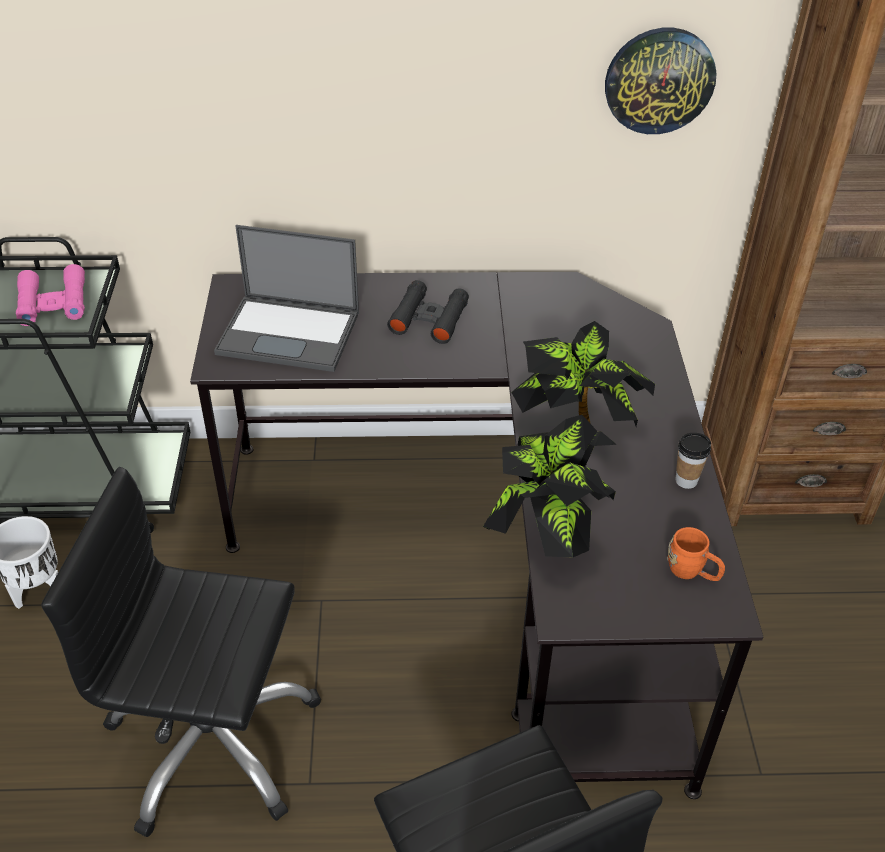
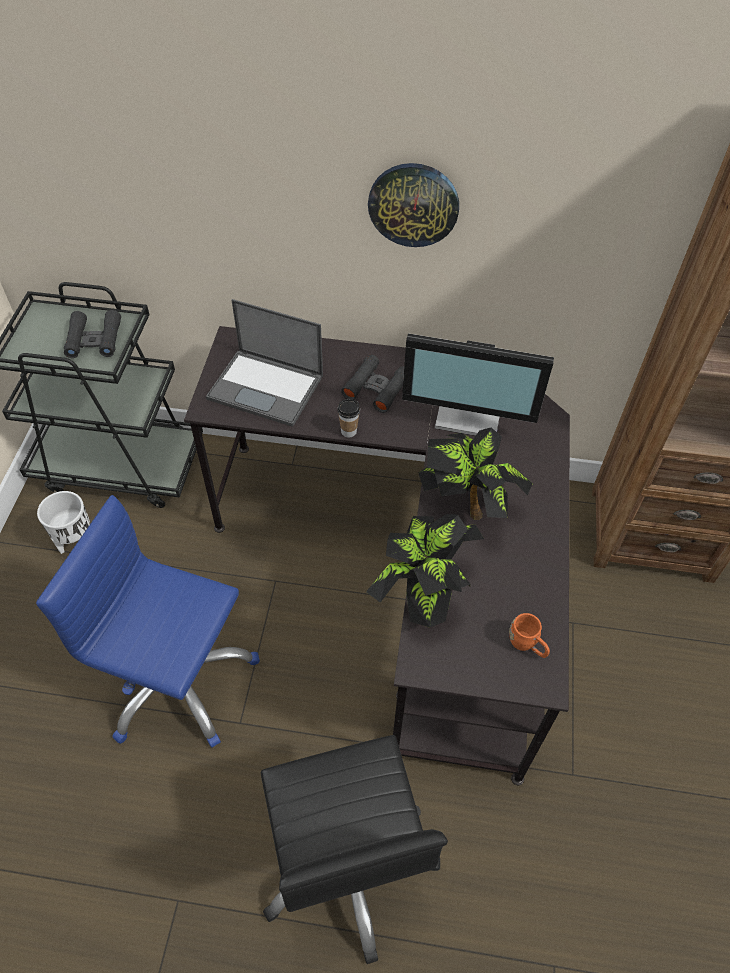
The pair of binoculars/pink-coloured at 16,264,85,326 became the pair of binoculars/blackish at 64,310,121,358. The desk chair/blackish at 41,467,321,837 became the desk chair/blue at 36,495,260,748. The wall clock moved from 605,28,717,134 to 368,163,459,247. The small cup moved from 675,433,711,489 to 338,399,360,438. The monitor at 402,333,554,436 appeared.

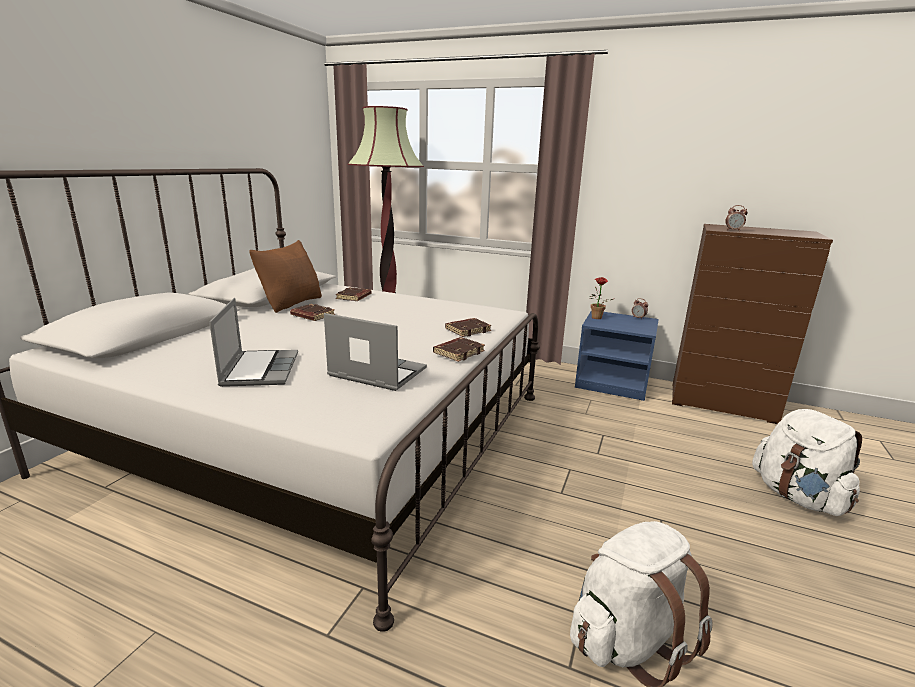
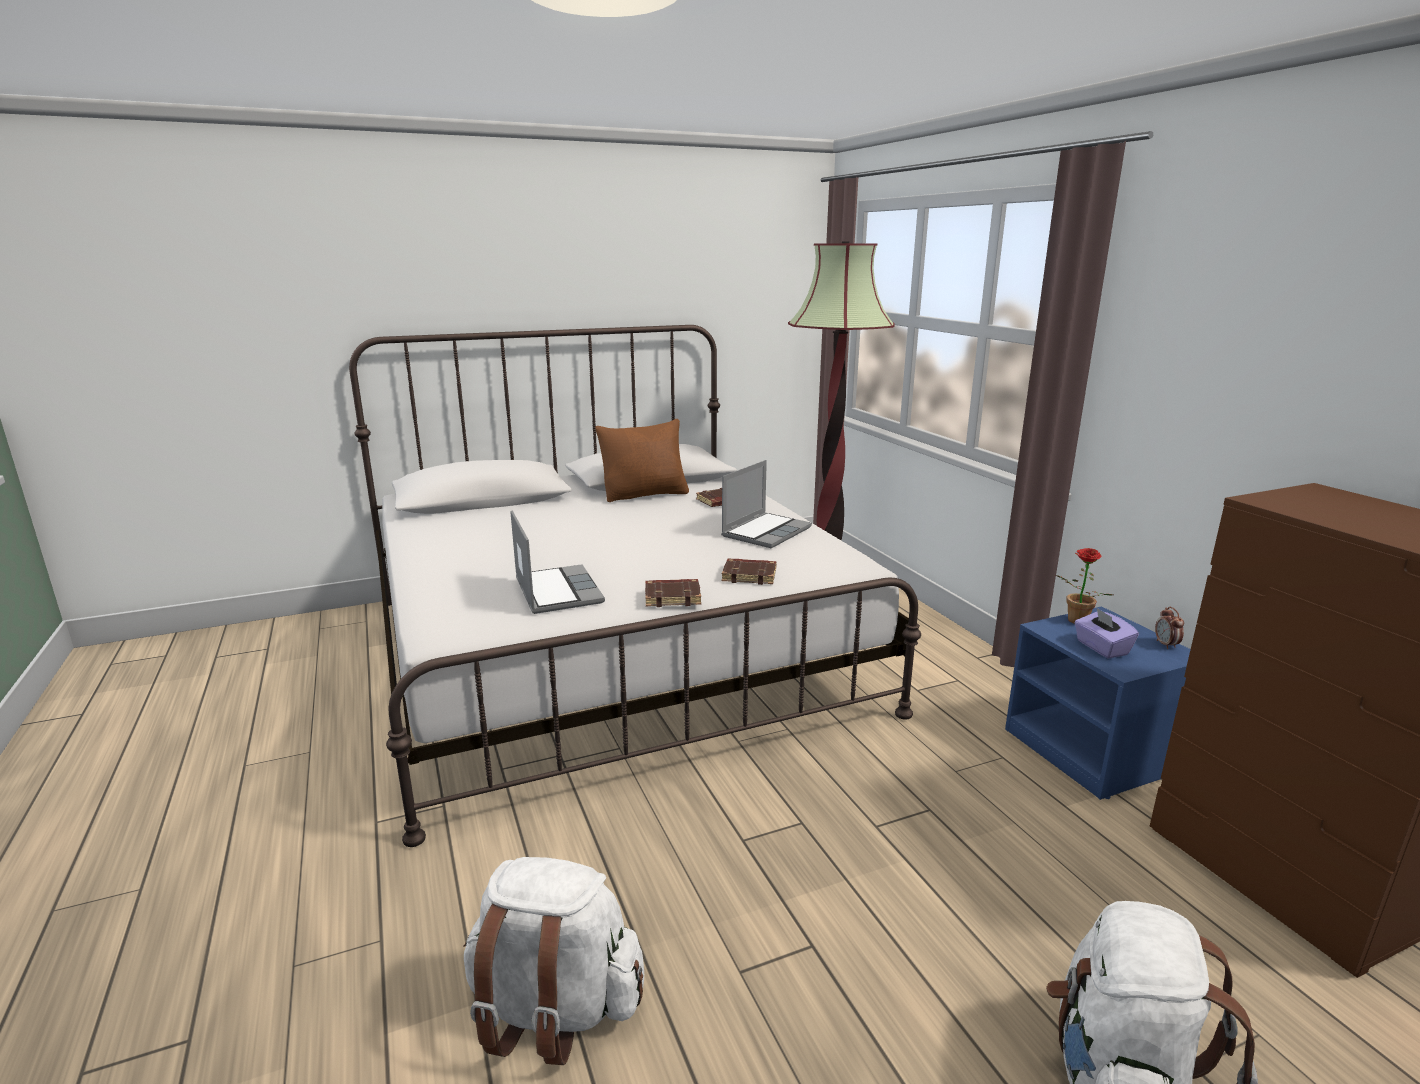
The laptop moved from 209,298,298,387 to 721,460,812,548. The volume/brown at 290,304,335,321 disappeared. The bedside clock at 725,205,748,231 disappeared. The tissue box/purple-coloured at 1074,607,1139,659 appeared.

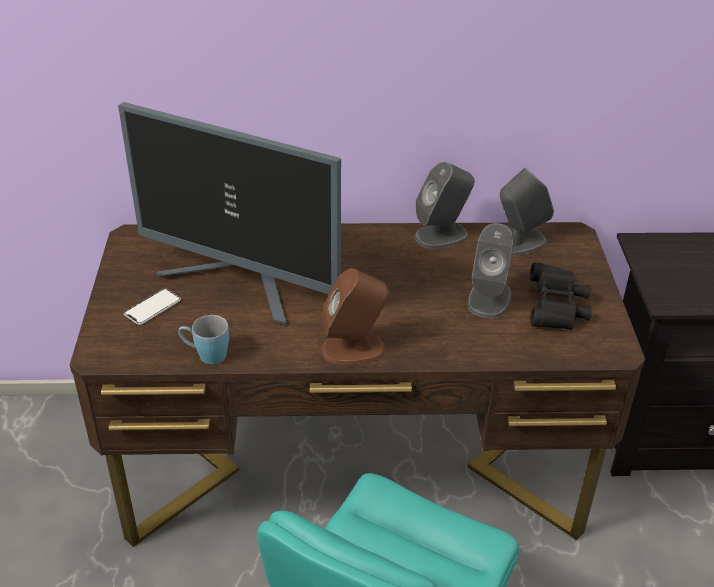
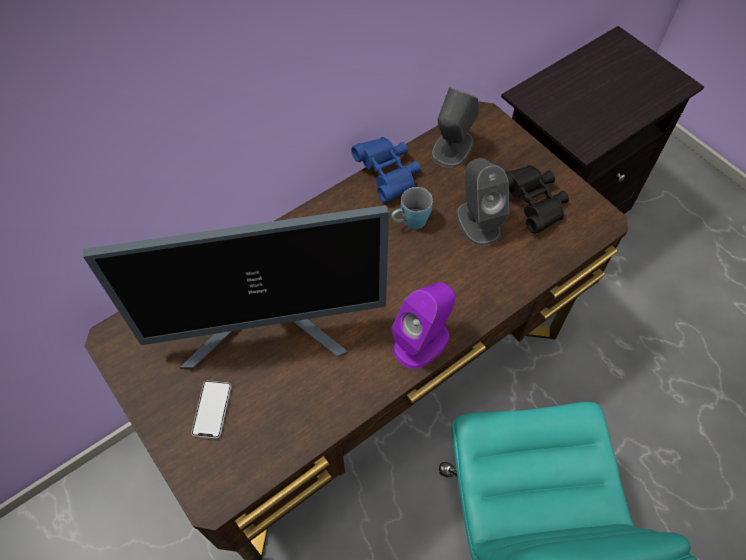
The tea mug/blue moved from 178,315,229,364 to 391,187,433,229. The loudspeaker/brown at 321,268,389,365 became the loudspeaker/purple-coloured at 392,282,455,369. The loudspeaker/greyish at 414,162,475,249 was replaced by the pair of binoculars/blue at 351,137,421,203.

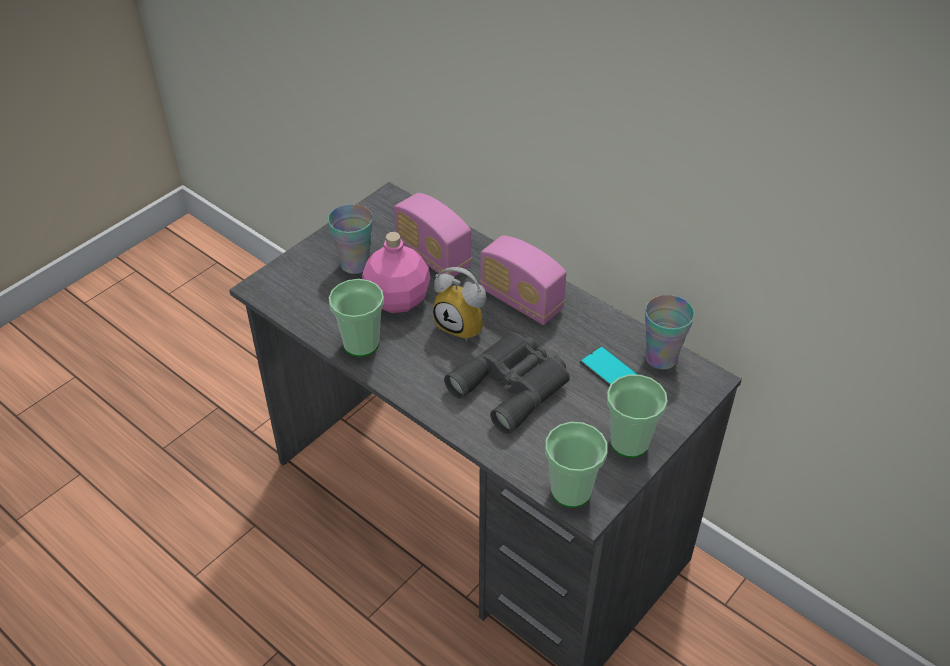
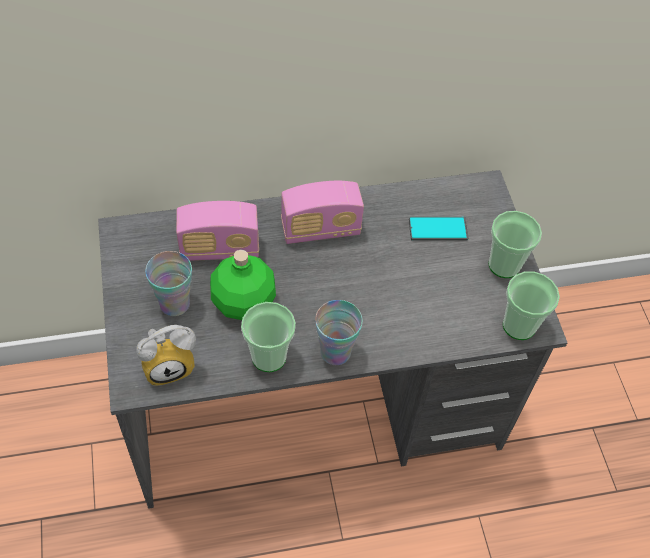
The drink bottle/pink-coloured at 362,232,431,313 became the drink bottle/green at 210,249,276,320. The bedside clock moved from 433,267,486,341 to 136,325,196,386. The pair of binoculars/greyish at 444,332,570,434 disappeared. The small cup moved from 645,295,695,369 to 315,300,363,365.

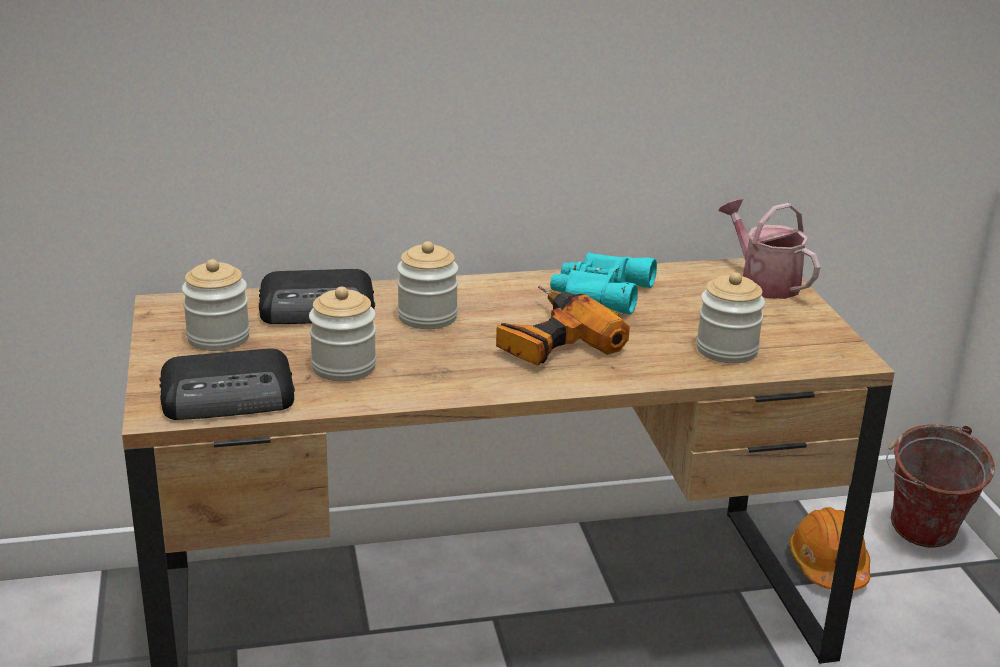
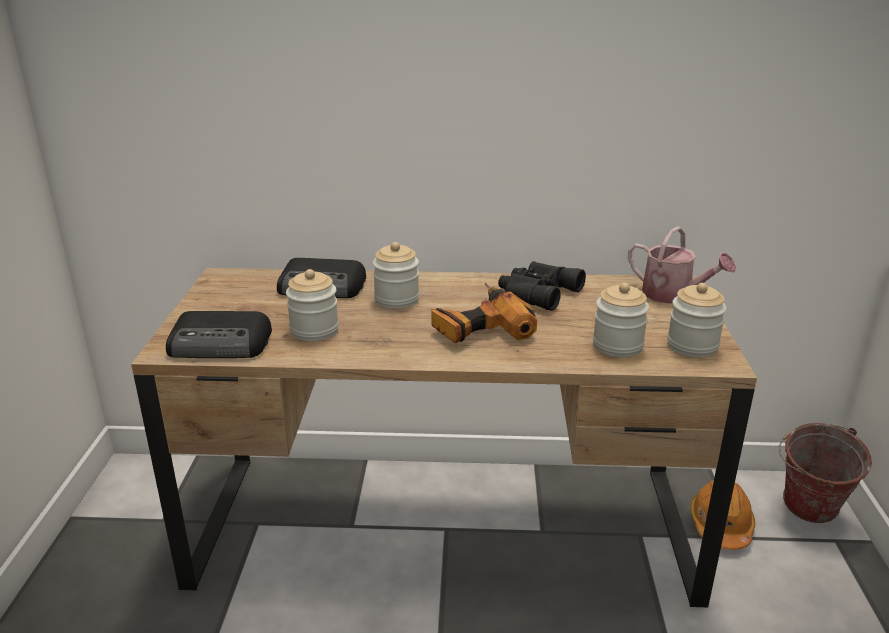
The preserve jar moved from 182,259,250,351 to 667,283,727,357. The pair of binoculars/blue-green at 550,252,657,314 became the pair of binoculars/blackish at 498,261,586,311. The sprinkling can at 718,199,820,299 turned 150 degrees clockwise.

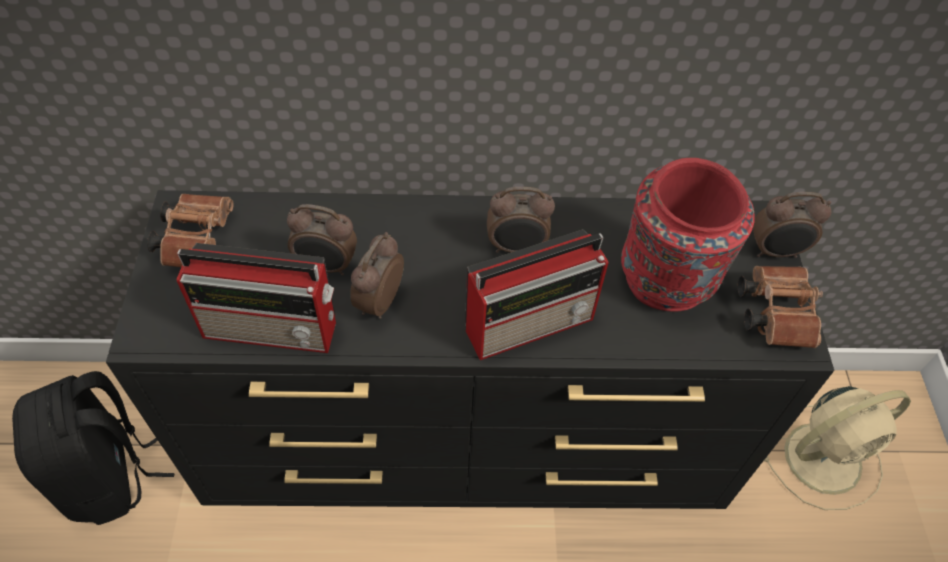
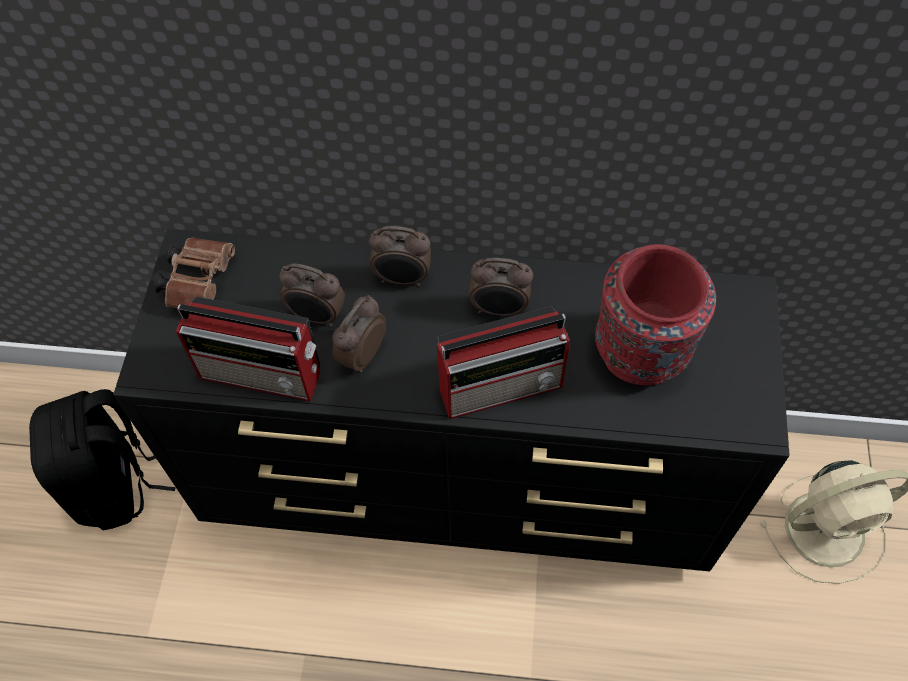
The pair of binoculars/brown at 738,266,823,348 disappeared. The bedside clock moved from 753,192,832,258 to 370,226,431,286.

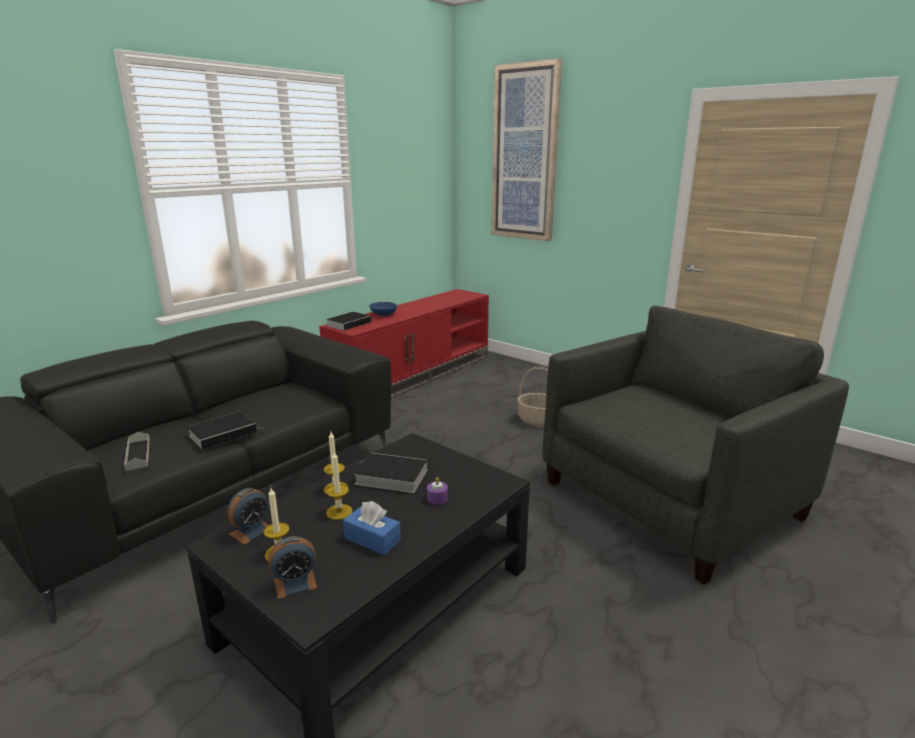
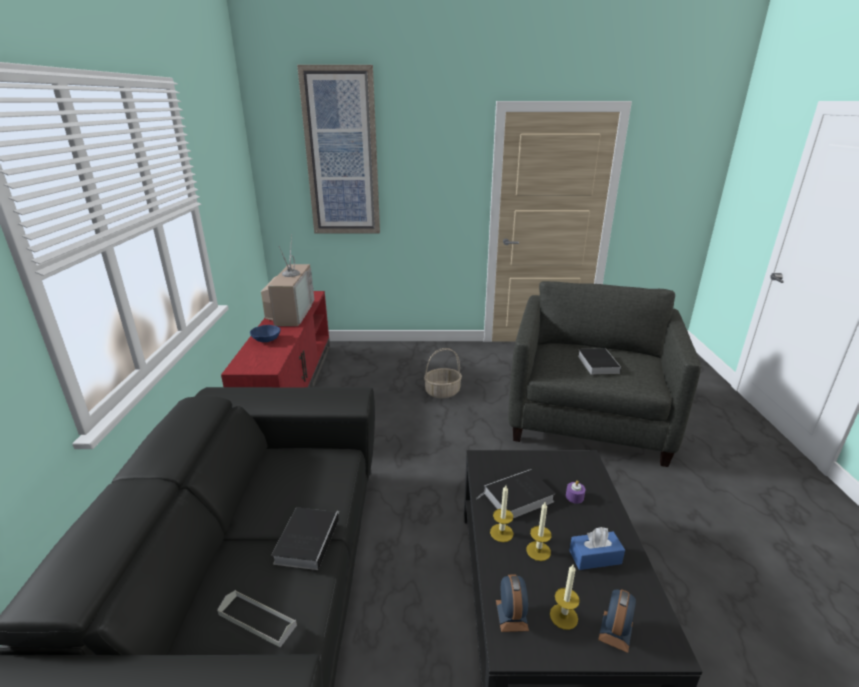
The volume moved from 326,312,371,331 to 578,348,621,374. The TV at 261,234,314,326 appeared.

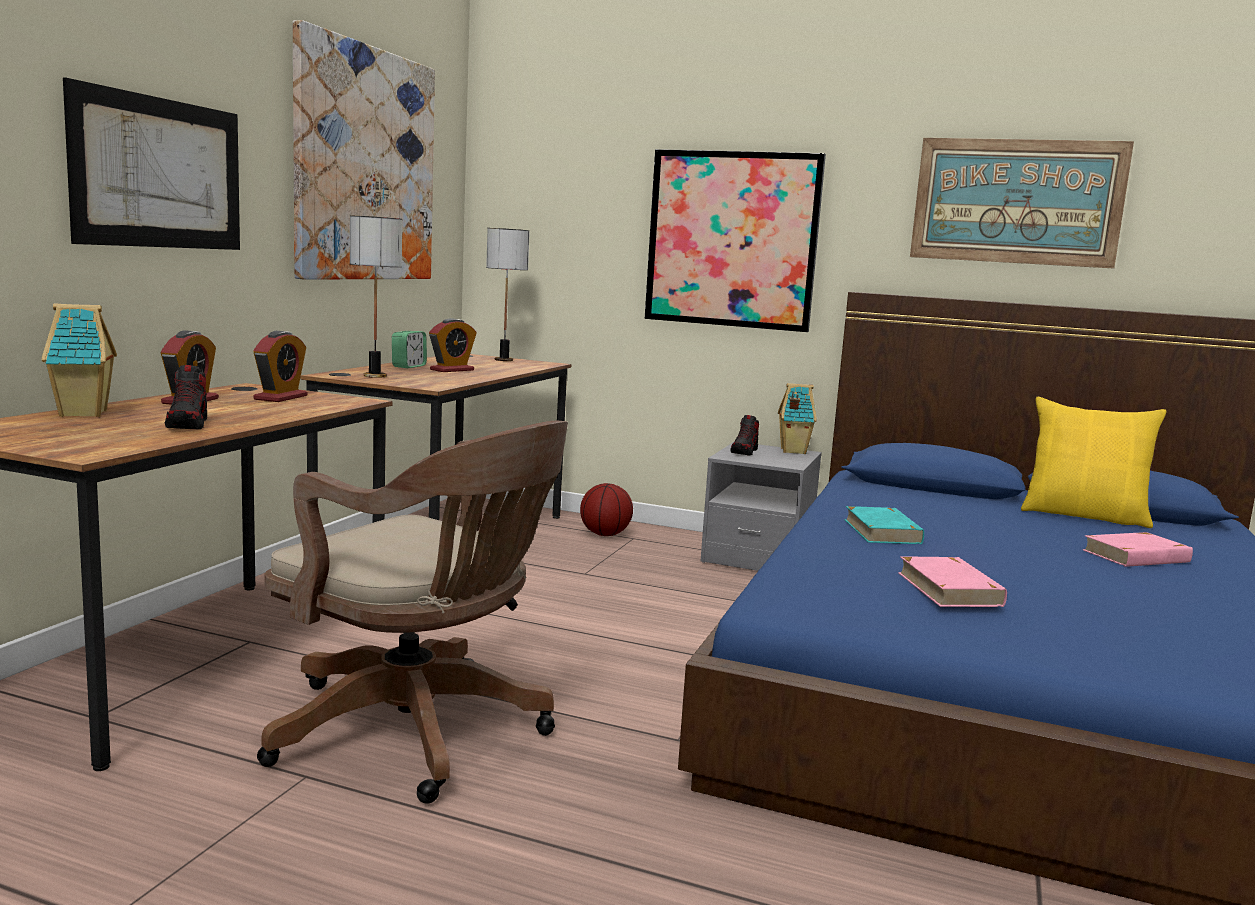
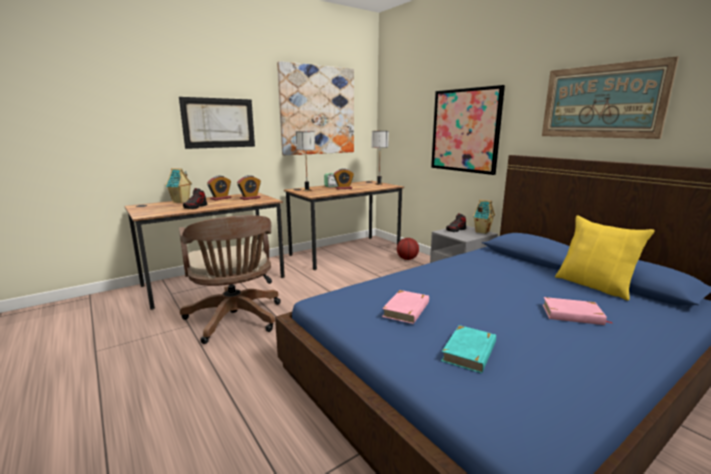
The volume/blue-green moved from 844,506,924,544 to 441,325,496,373.

